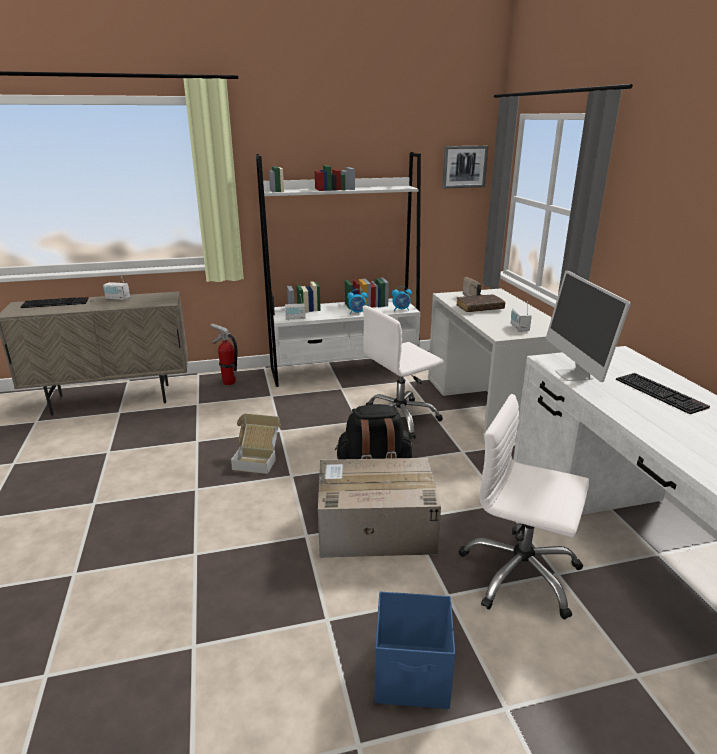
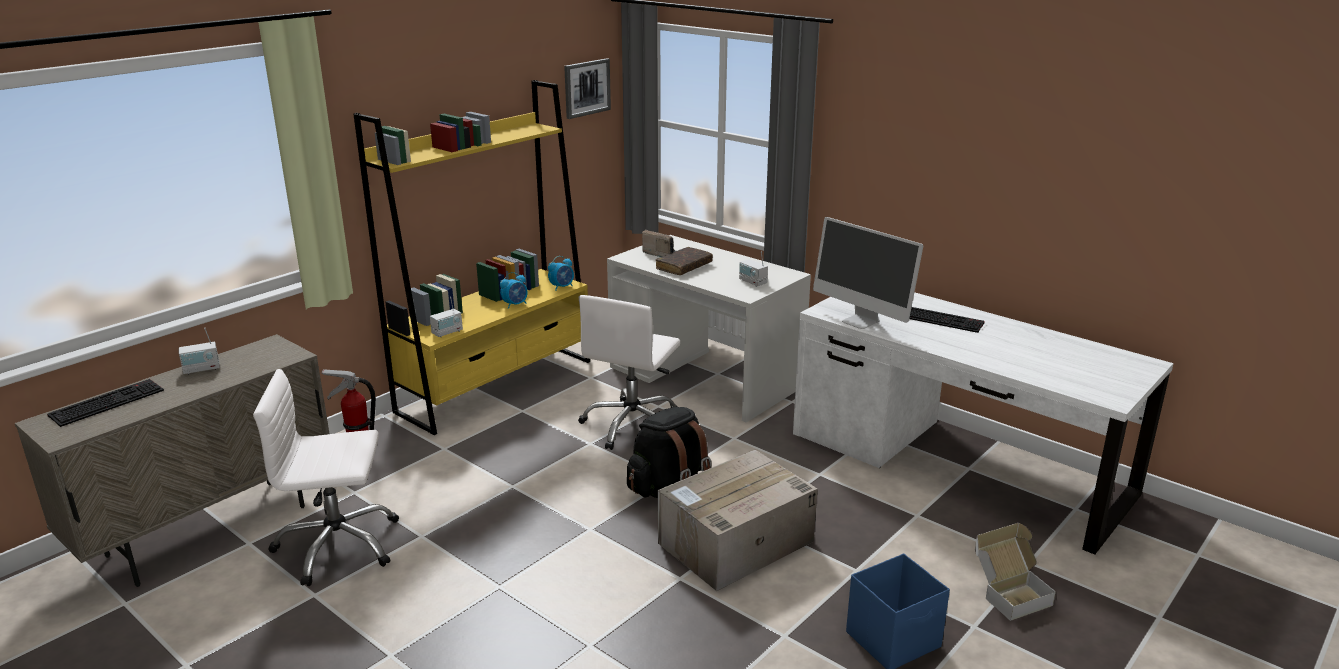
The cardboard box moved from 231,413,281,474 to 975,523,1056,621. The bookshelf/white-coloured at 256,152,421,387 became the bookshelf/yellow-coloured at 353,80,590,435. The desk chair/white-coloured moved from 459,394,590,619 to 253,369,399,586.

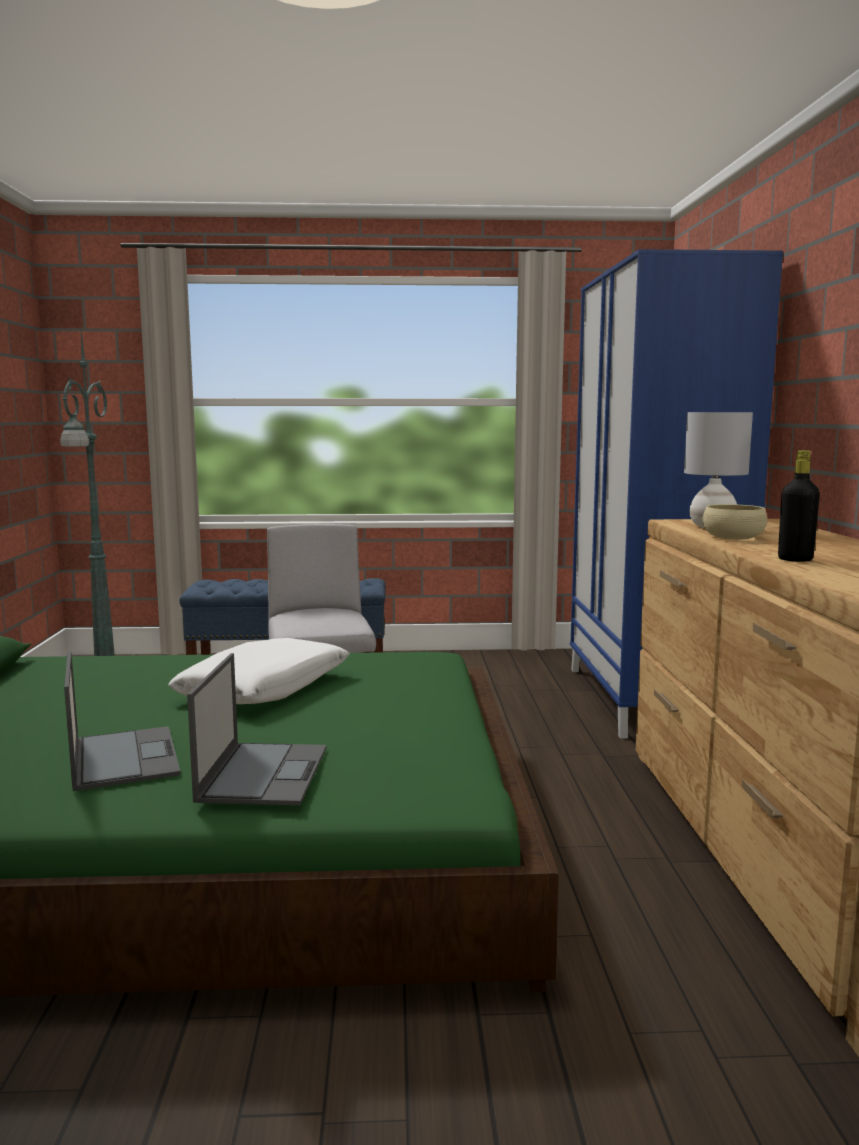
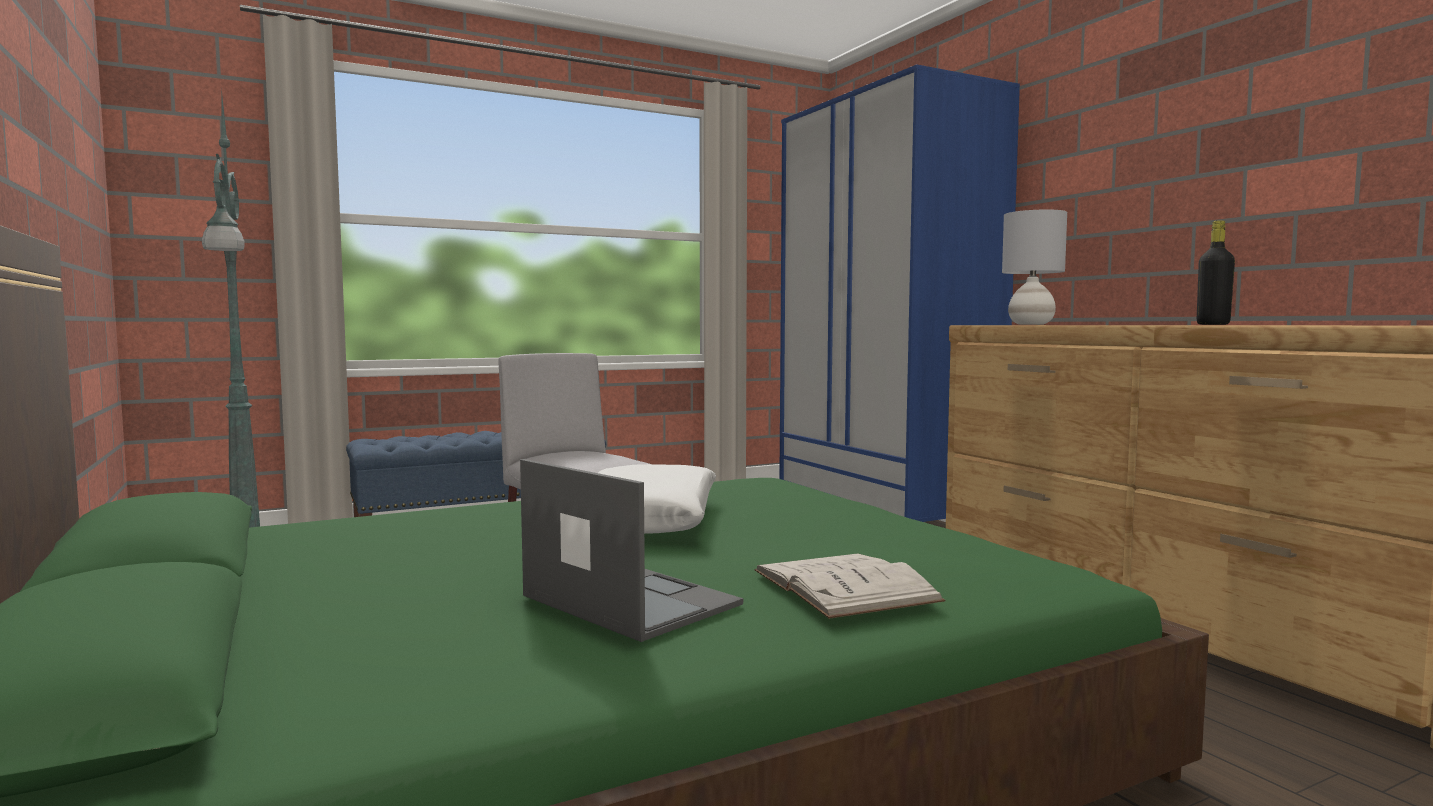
The laptop at 187,653,327,806 was replaced by the volume/white-coloured at 754,553,946,619. The serving bowl/sand-coloured at 703,504,767,540 disappeared.

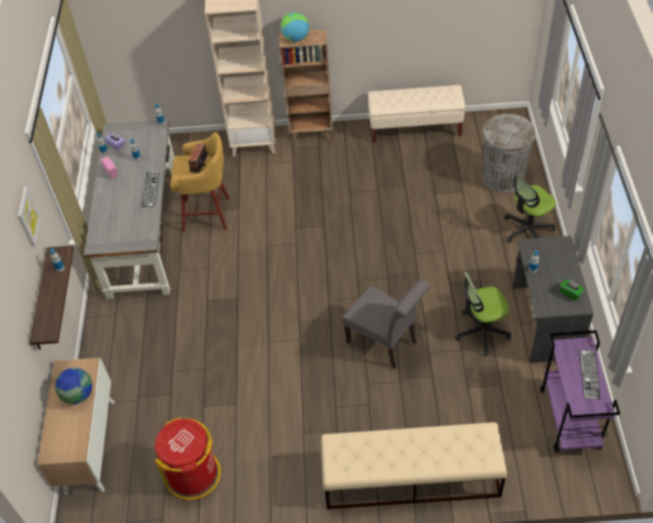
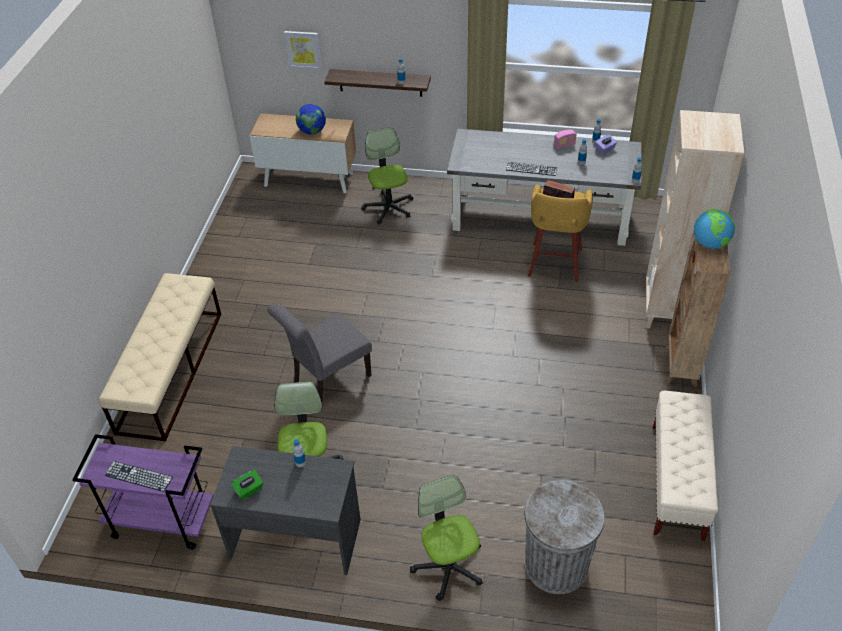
The picture moved from 18,187,41,247 to 284,31,322,69. The rubbish bin/reddish at 155,418,221,500 disappeared. The desk chair at 361,127,413,224 appeared.

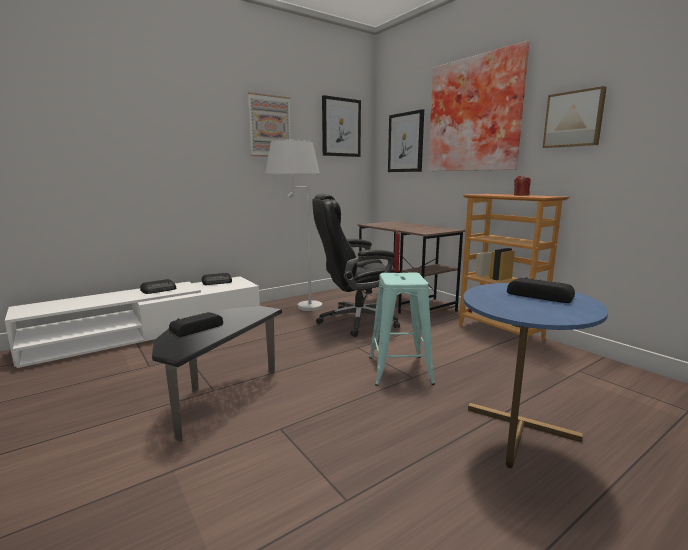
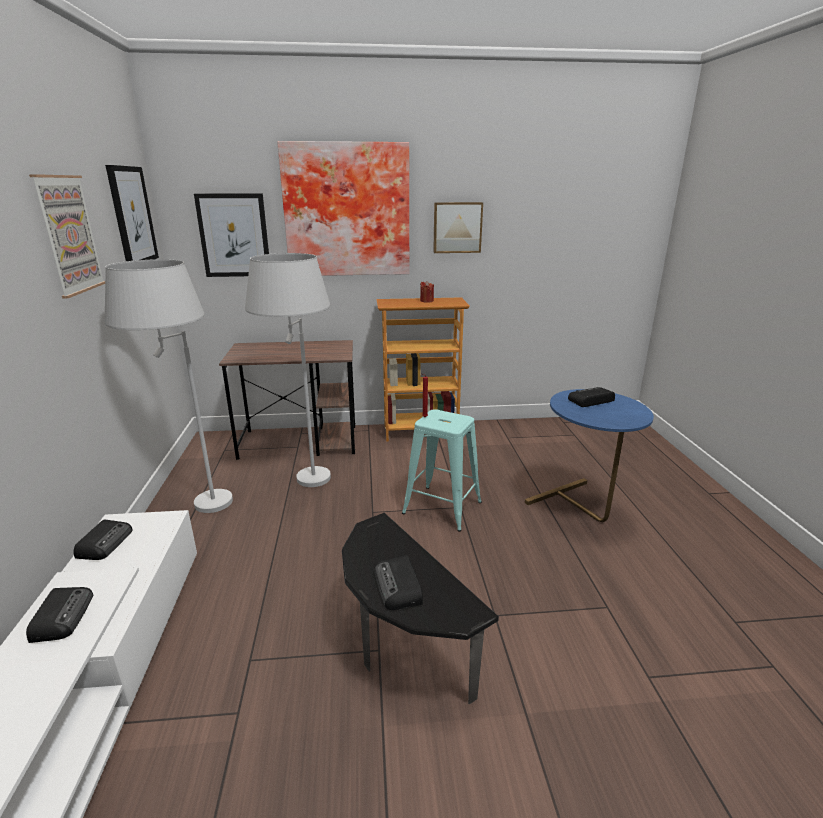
The desk chair/blackish at 312,193,400,337 was replaced by the standing lamp/white-coloured at 245,253,331,487.

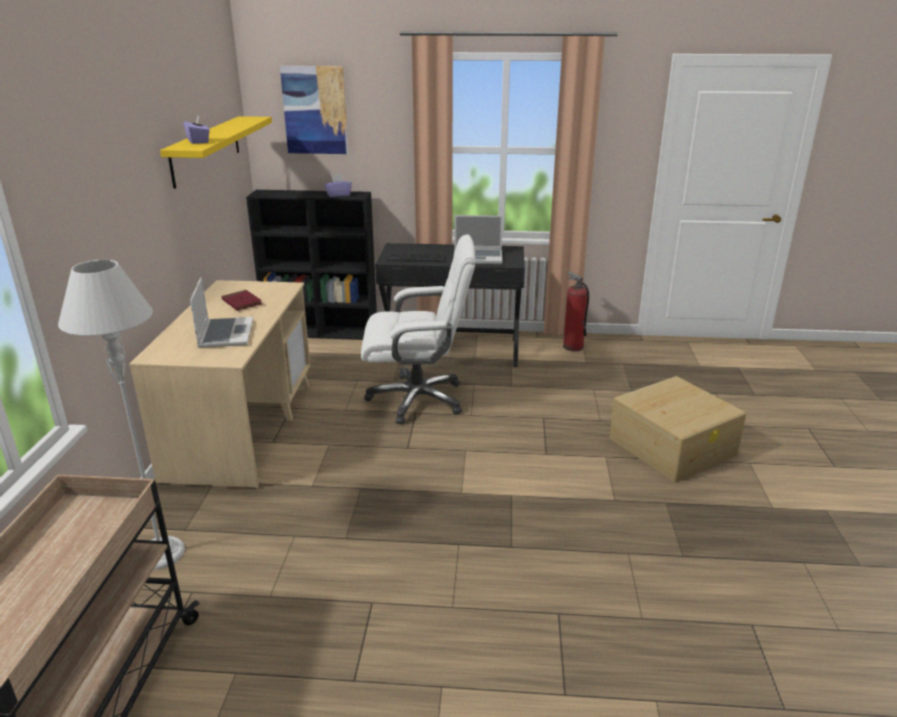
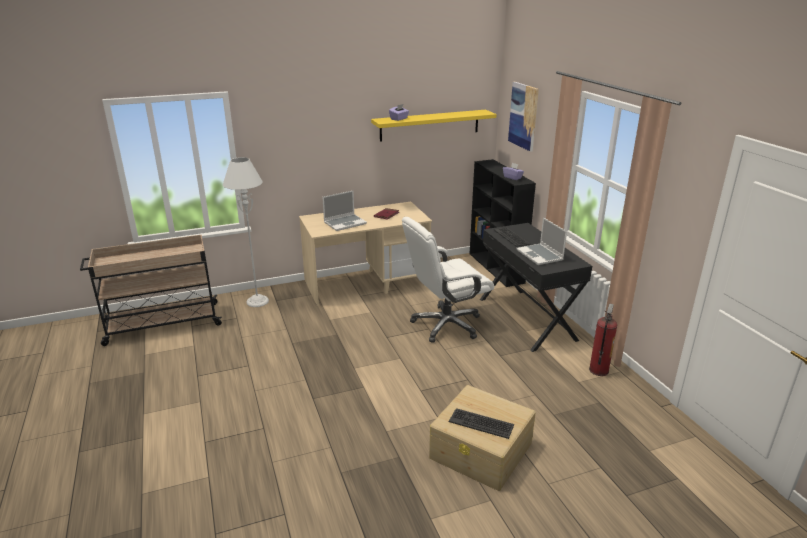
The desk chair/white-coloured at 361,234,475,424 turned 90 degrees clockwise. The PC keyboard at 449,408,514,439 appeared.

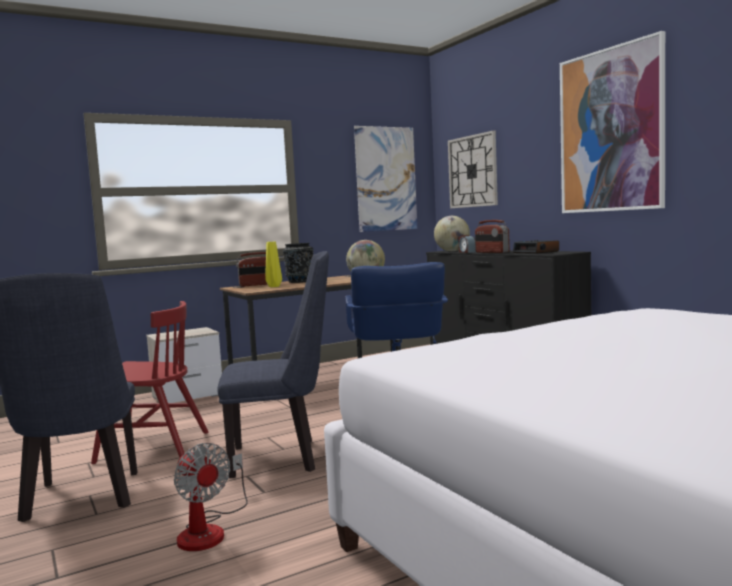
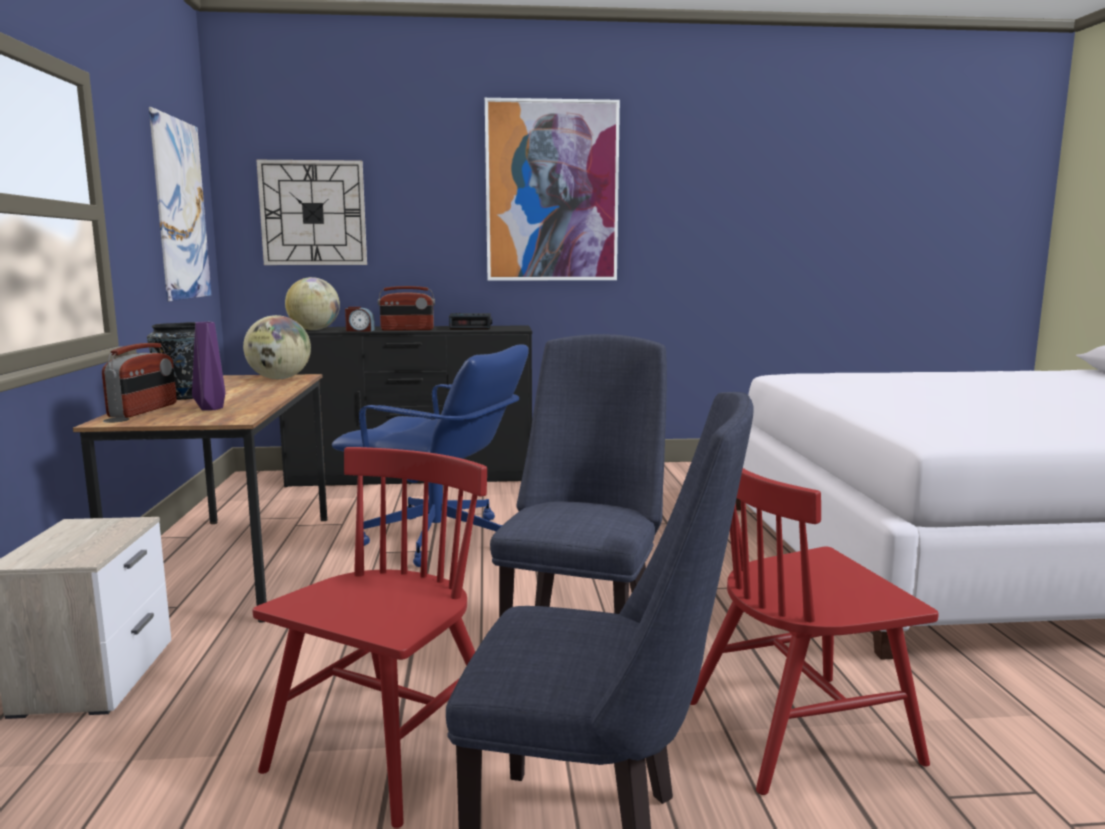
The fan at 174,443,248,551 was replaced by the chair/reddish at 690,468,938,795. The vase/yellow-coloured at 265,242,282,287 became the vase/purple-coloured at 192,322,225,410.

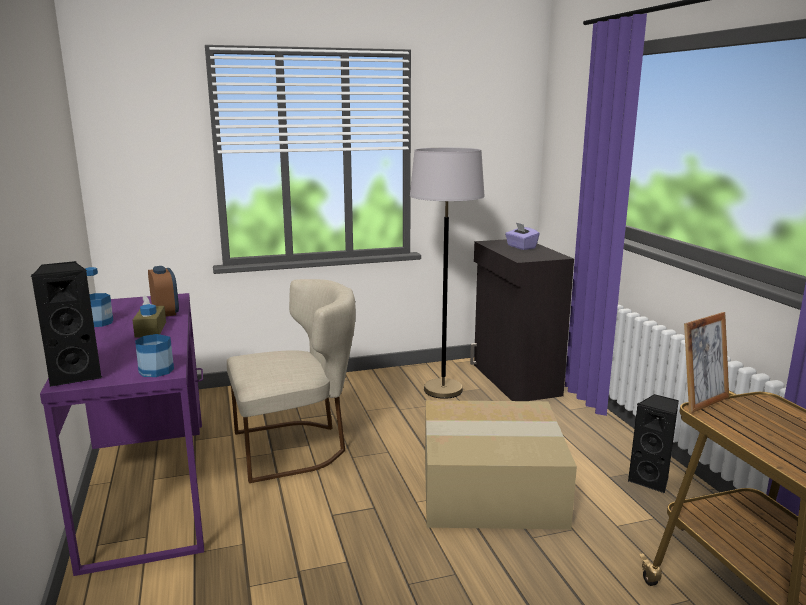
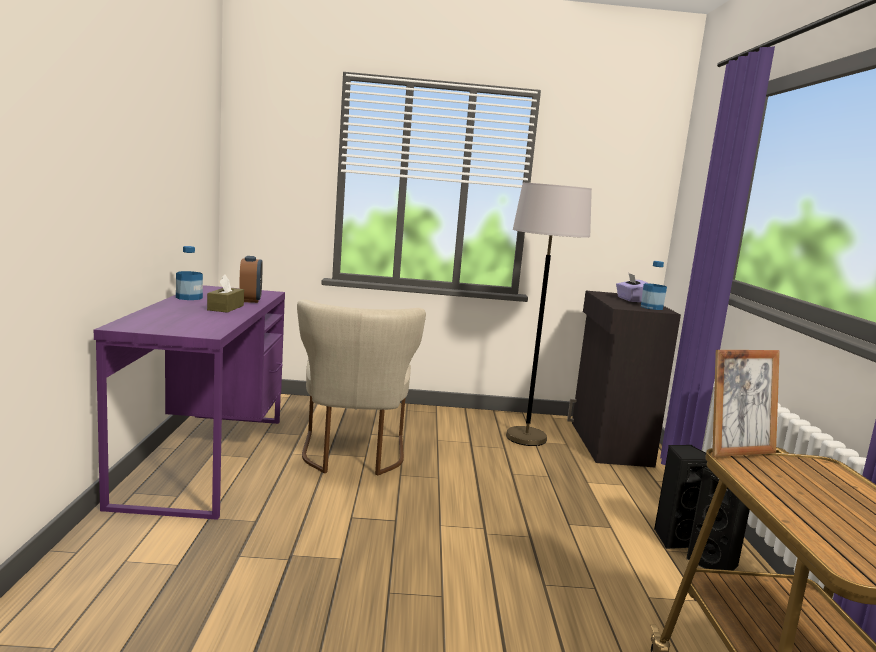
The loudspeaker/blackish moved from 31,261,102,387 to 654,445,707,549. The drink bottle moved from 135,304,174,377 to 641,261,667,310. The chair/sand-coloured at 227,279,356,483 turned 90 degrees clockwise. The cardboard box at 425,400,577,529 disappeared.

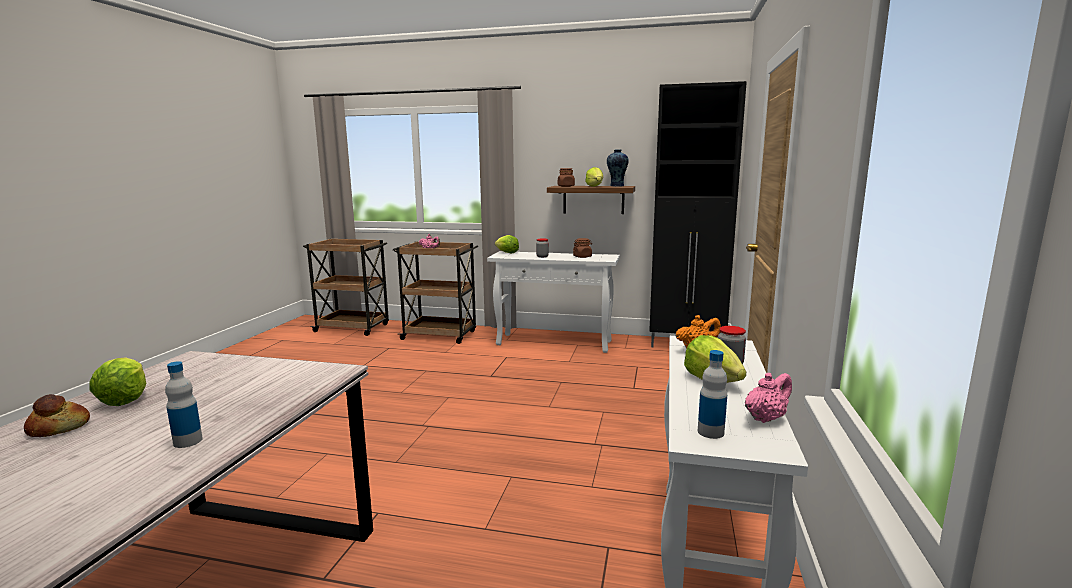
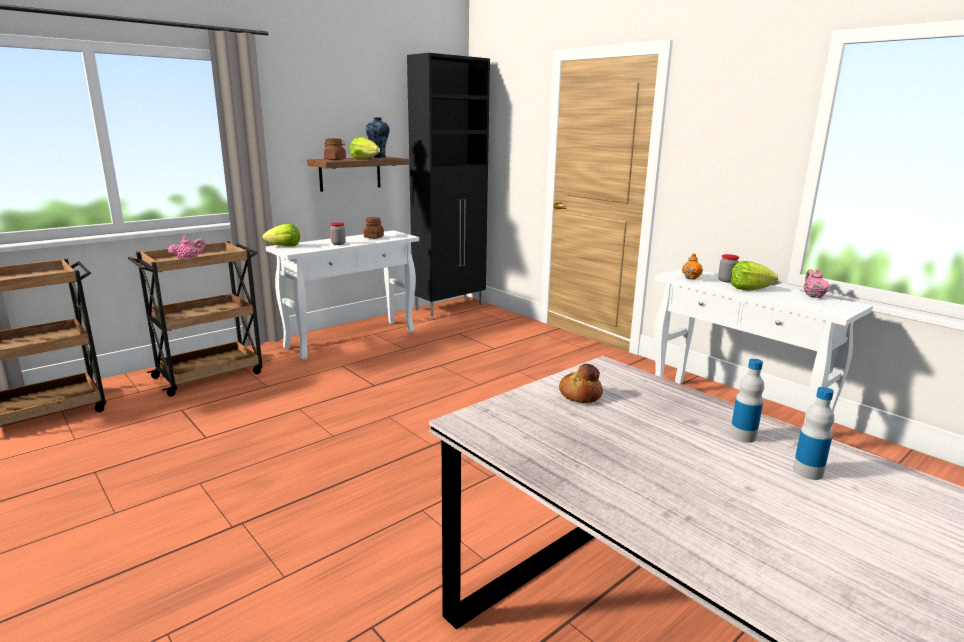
The bakery bread moved from 24,394,90,437 to 559,364,603,403. The lettuce at 89,358,146,406 disappeared. The drink bottle moved from 698,350,727,439 to 793,387,834,480.

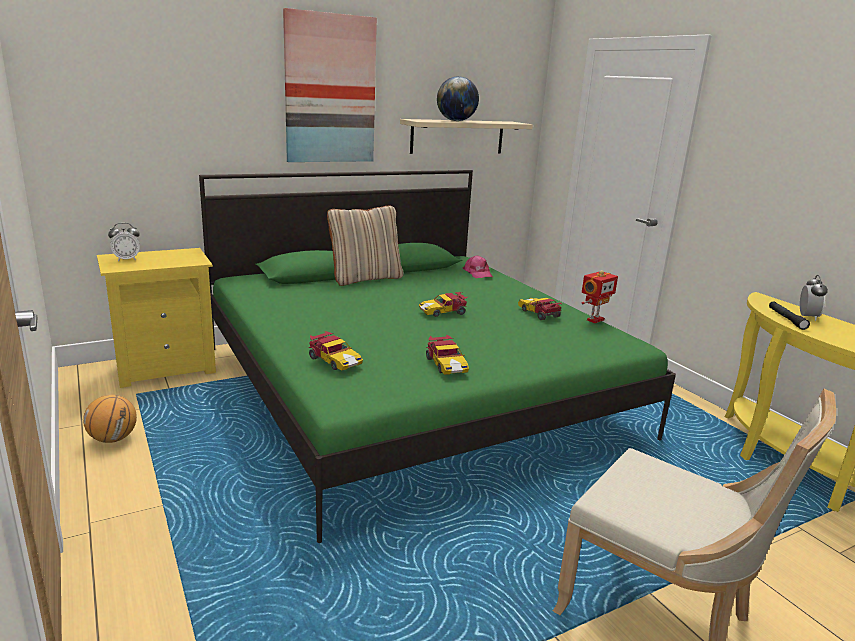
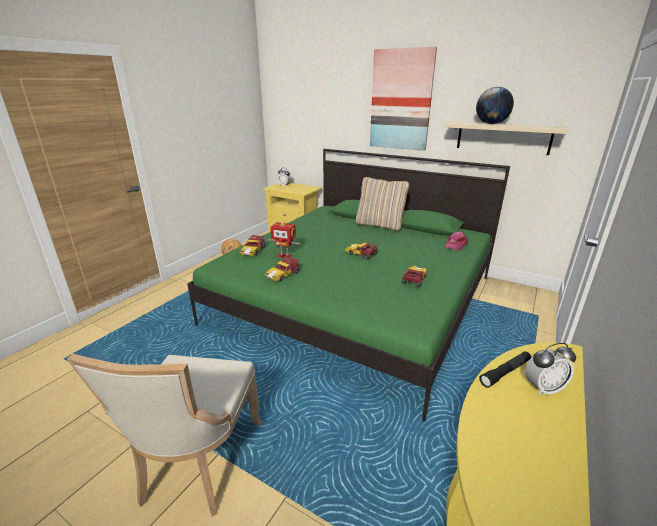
The model robot moved from 581,270,618,323 to 268,222,300,259.

